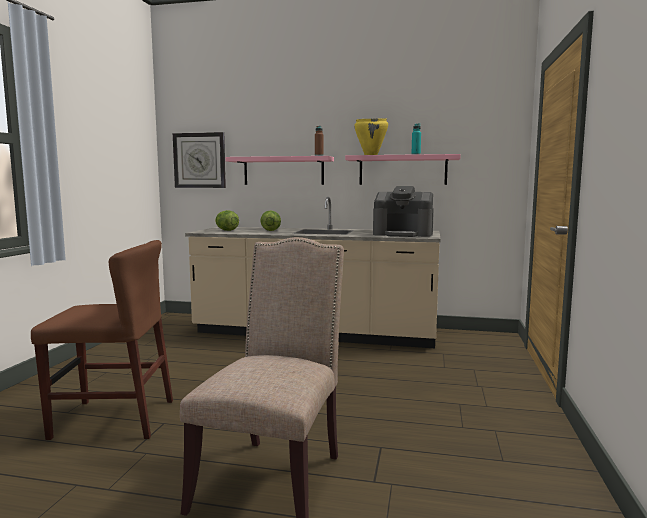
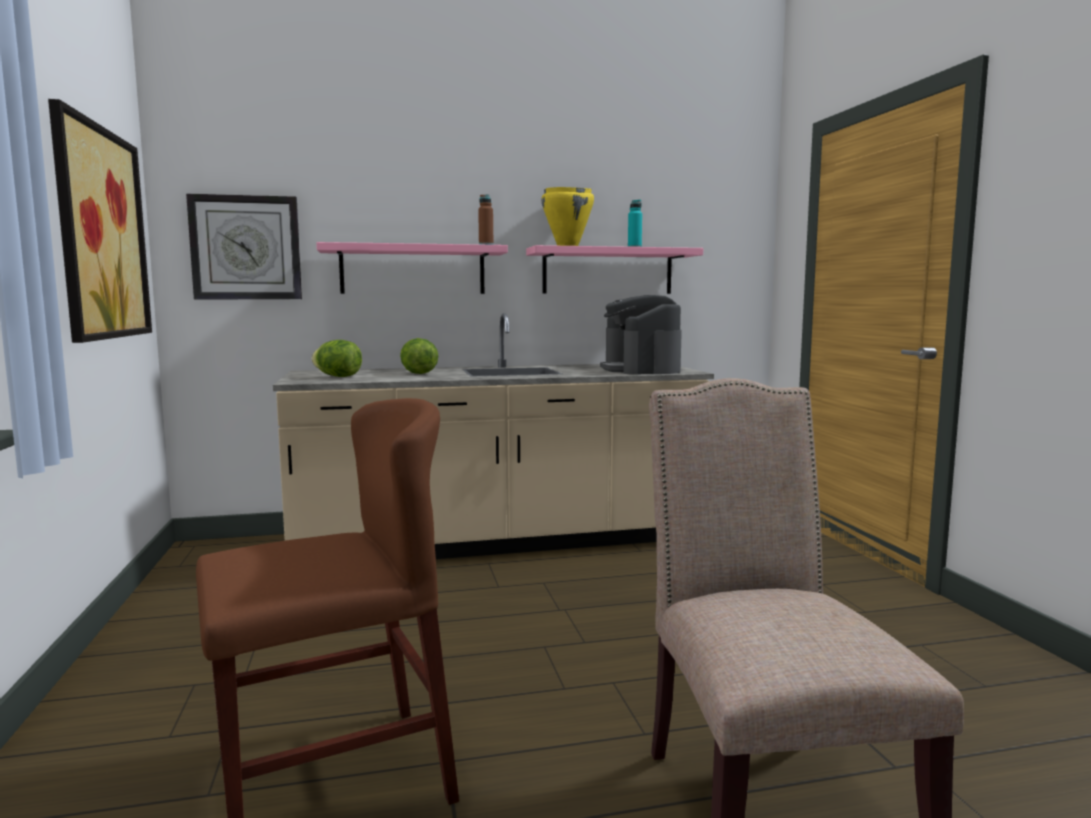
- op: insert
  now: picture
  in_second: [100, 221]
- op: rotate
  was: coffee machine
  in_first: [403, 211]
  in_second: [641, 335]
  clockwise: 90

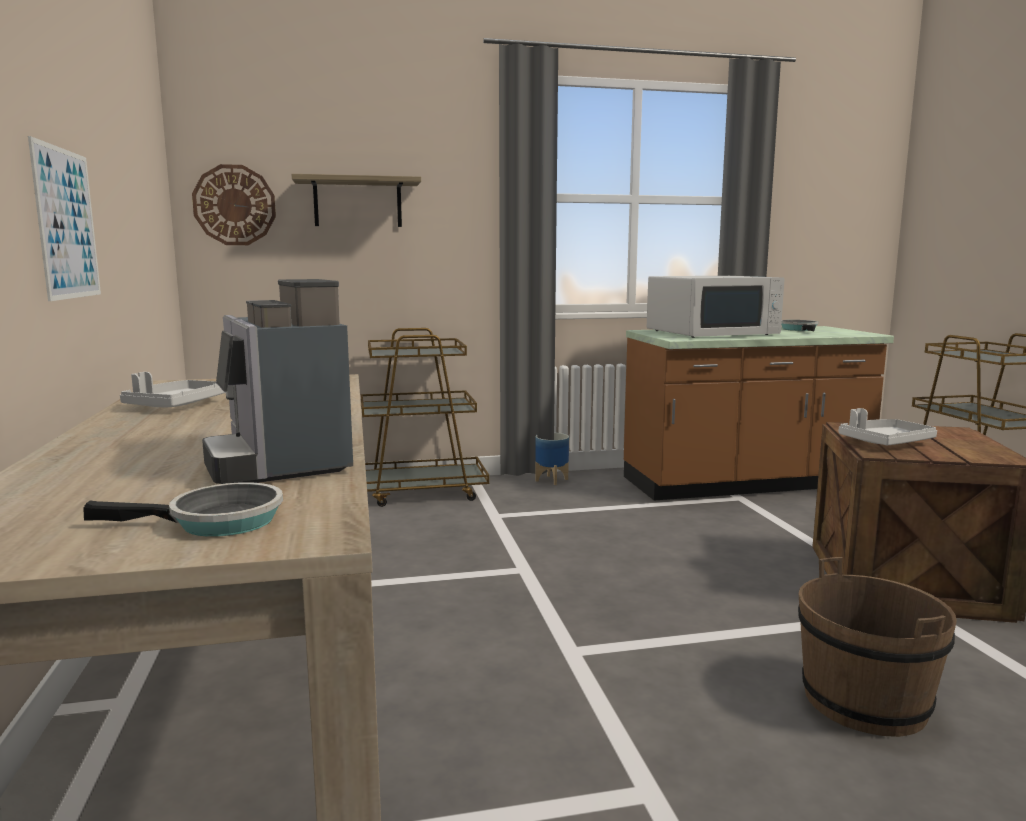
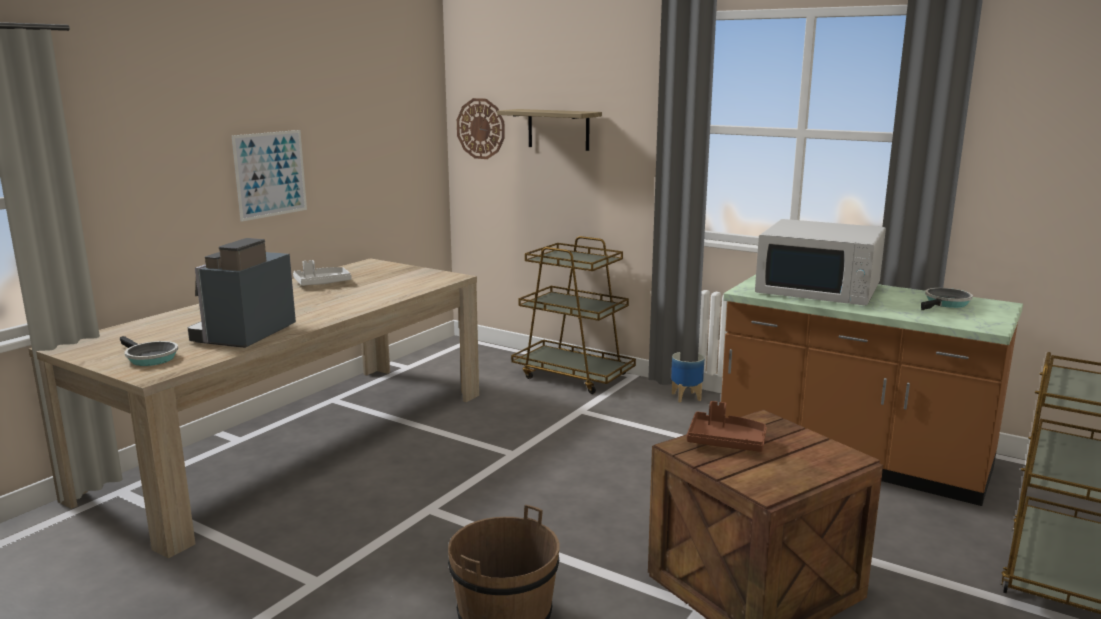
- op: recolor
  was: grey tray
  now: brown tray
  in_first: [888, 427]
  in_second: [726, 426]

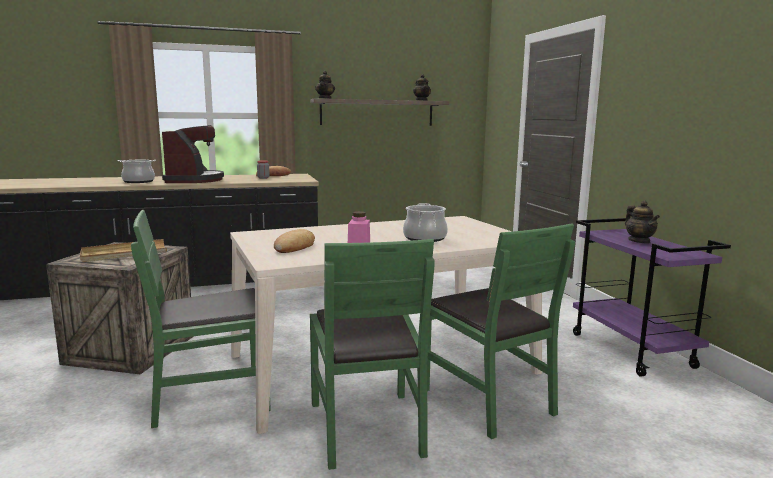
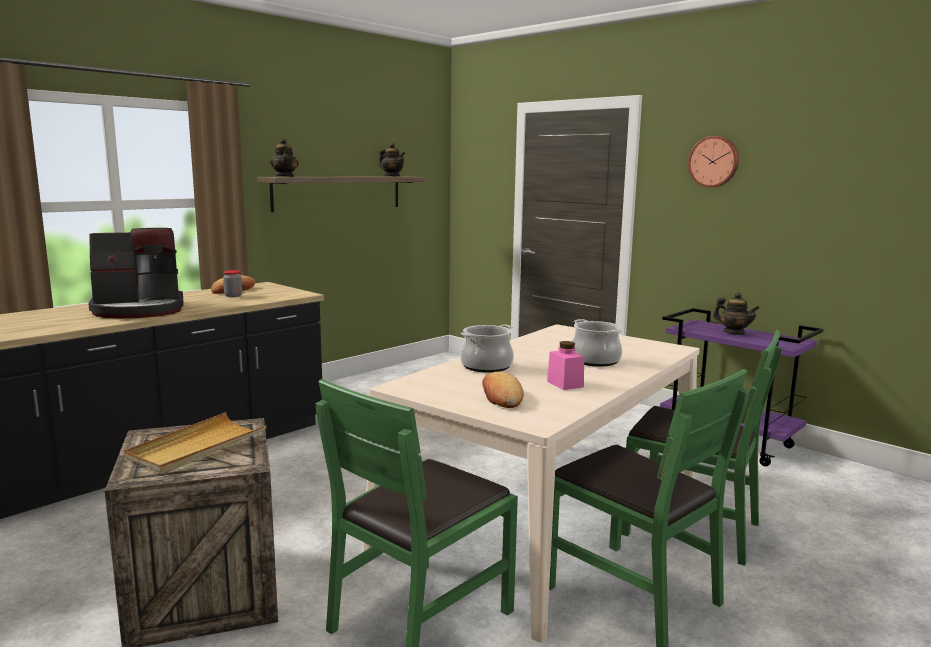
- op: insert
  now: wall clock
  in_second: [713, 161]
- op: move
  was: cooking pot
  in_first: [137, 171]
  in_second: [487, 348]
- op: rotate
  was: coffee machine
  in_first: [193, 154]
  in_second: [136, 273]
  clockwise: 105

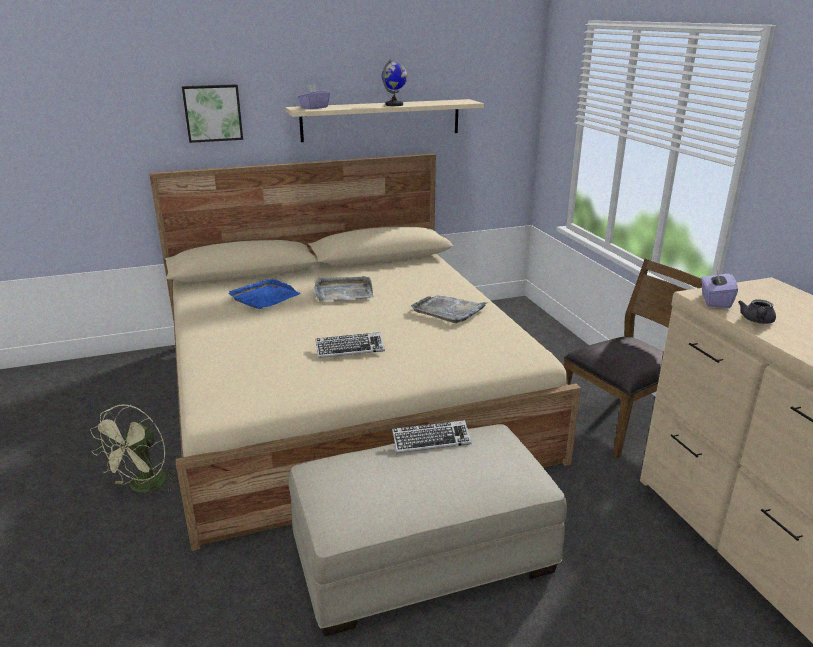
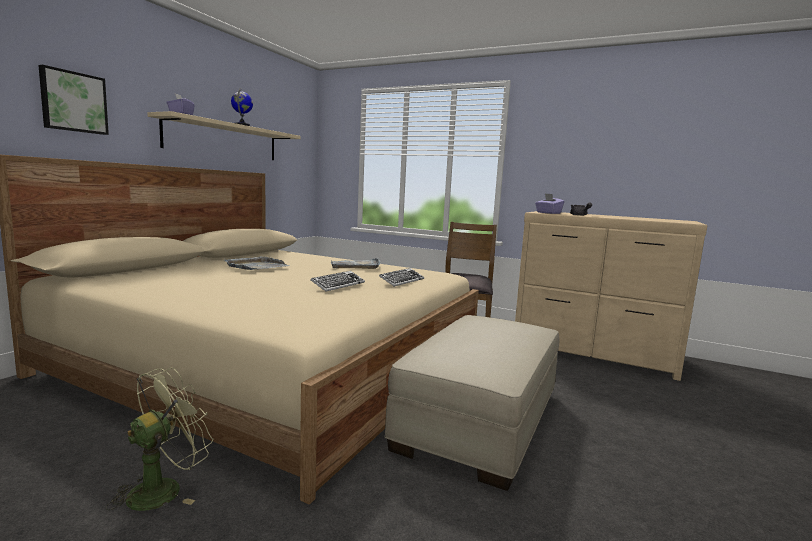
- op: delete
  was: blue tray
  in_first: [265, 294]
- op: move
  was: keyboard
  in_first: [432, 436]
  in_second: [401, 277]
- op: rotate
  was: green fan
  in_first: [134, 448]
  in_second: [159, 439]
  clockwise: -120

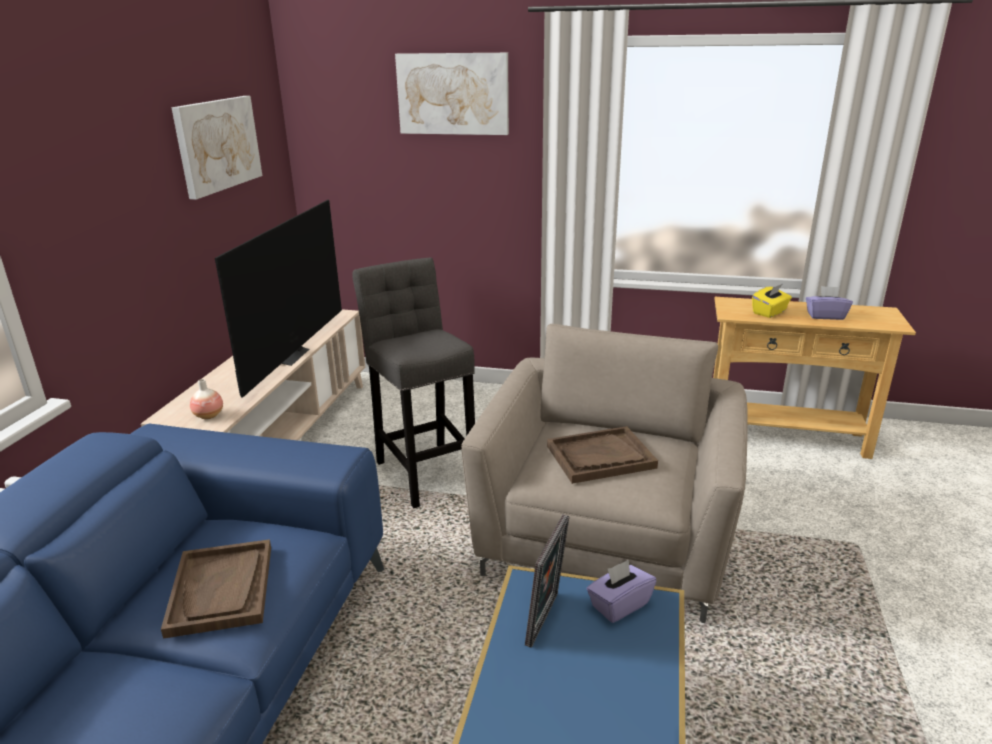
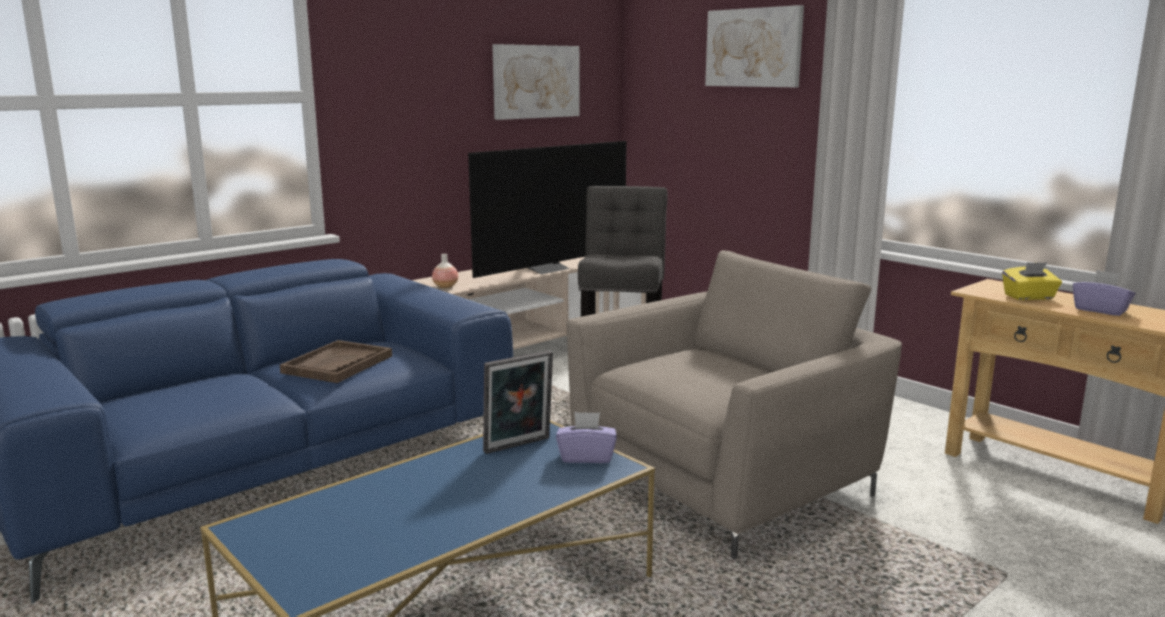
- op: delete
  was: brown tray
  in_first: [602, 455]

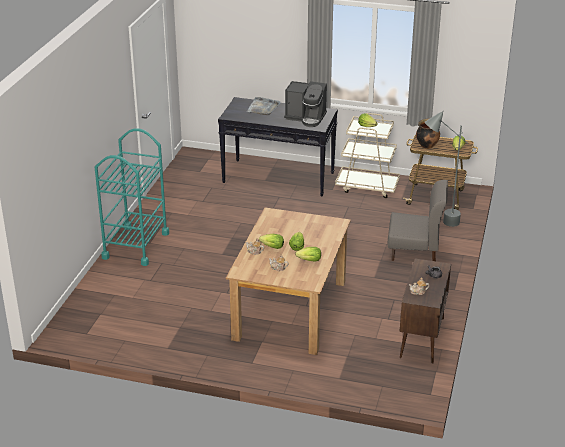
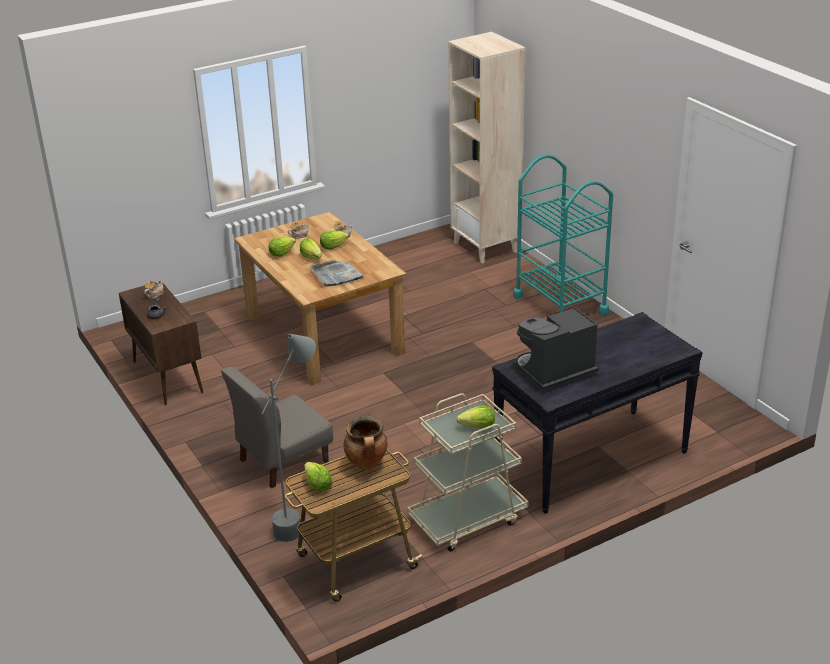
- op: insert
  now: beige bookcase
  in_second: [486, 147]
- op: move
  was: grey tray
  in_first: [264, 106]
  in_second: [337, 273]

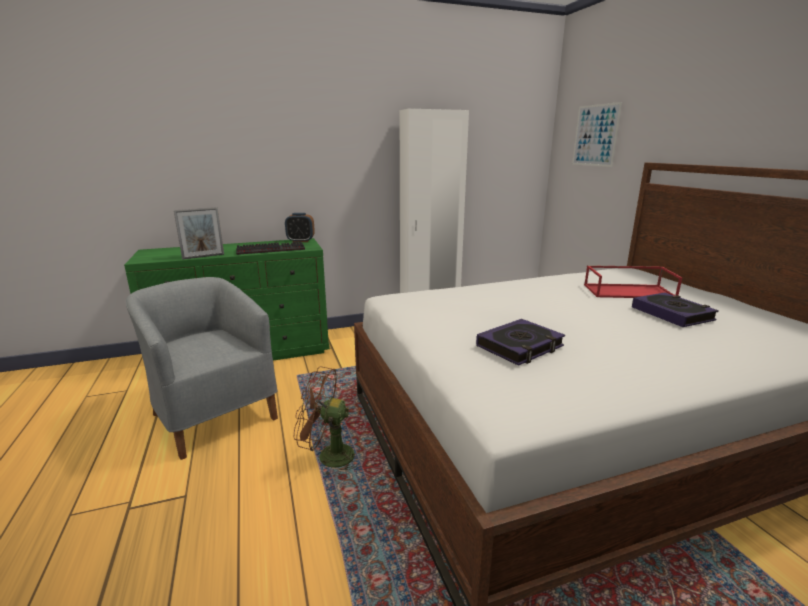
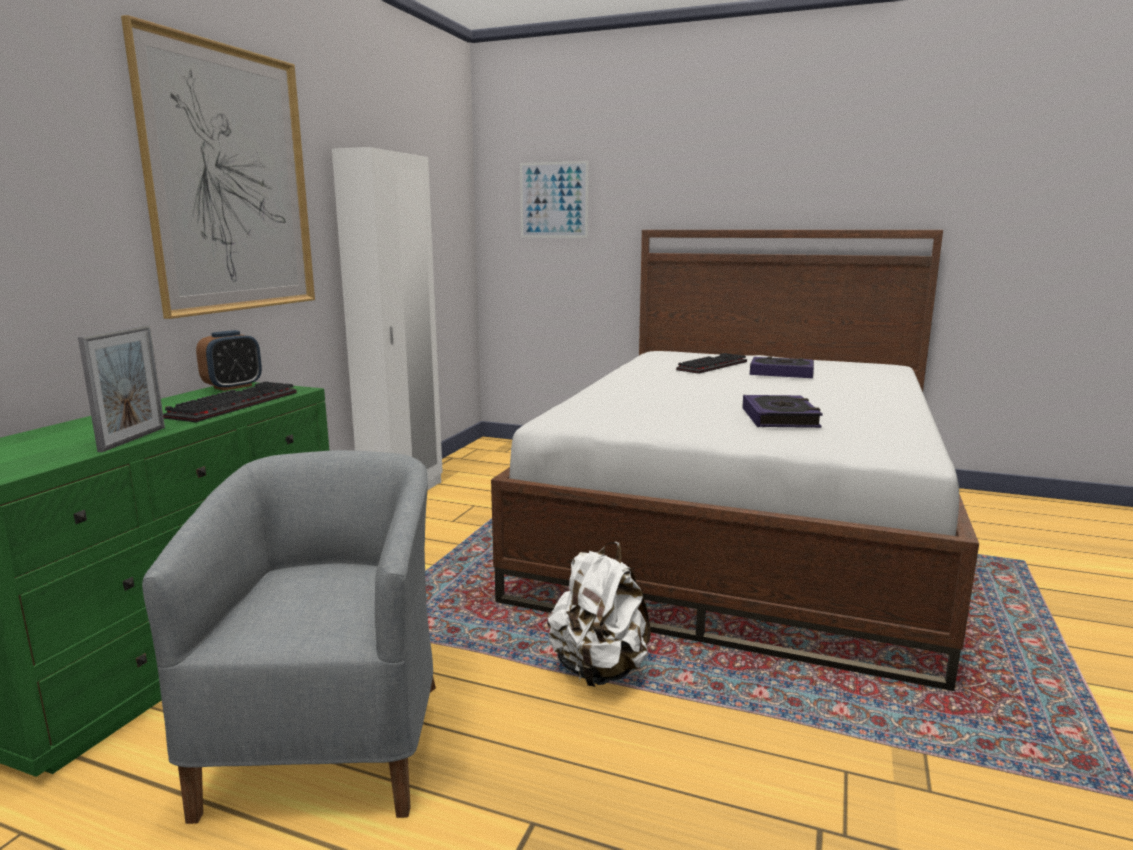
- op: insert
  now: picture
  in_second: [218, 167]
- op: replace
  was: brown fan
  now: white backpack
  in_first: [325, 421]
  in_second: [599, 614]
- op: replace
  was: red tray
  now: keyboard
  in_first: [633, 281]
  in_second: [711, 363]
- op: rotate
  was: grey armchair
  in_first: [202, 368]
  in_second: [289, 637]
  clockwise: 90

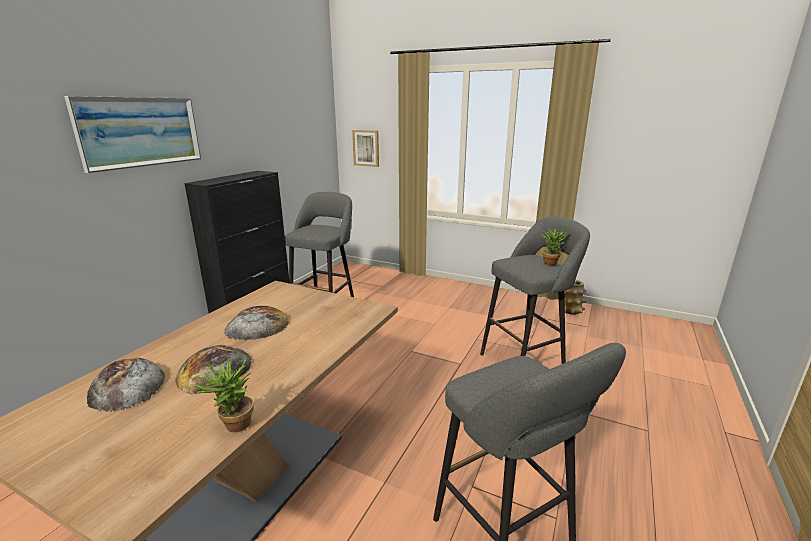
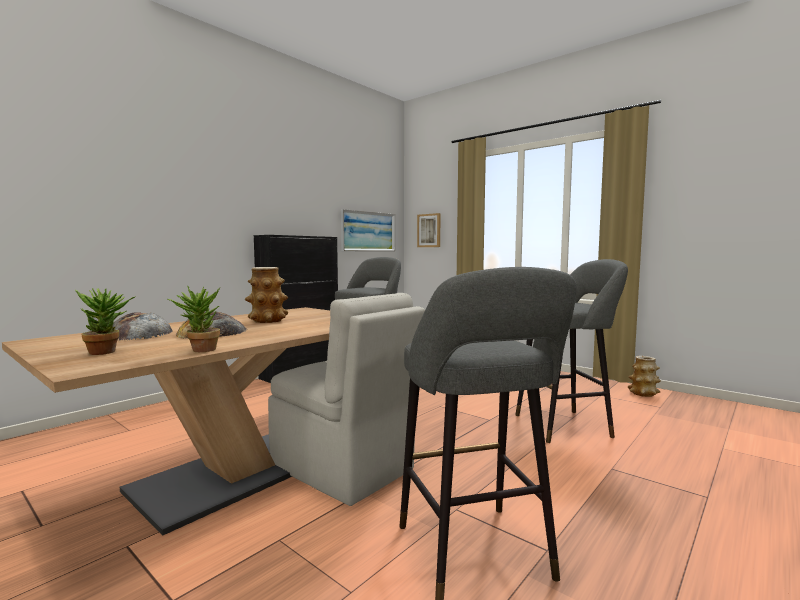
- op: insert
  now: beige chair
  in_second: [346, 399]
- op: move
  was: picture
  in_first: [132, 134]
  in_second: [368, 230]
- op: move
  was: potted plant
  in_first: [555, 246]
  in_second: [105, 321]
- op: replace
  was: bread
  now: vase
  in_first: [256, 323]
  in_second: [266, 295]

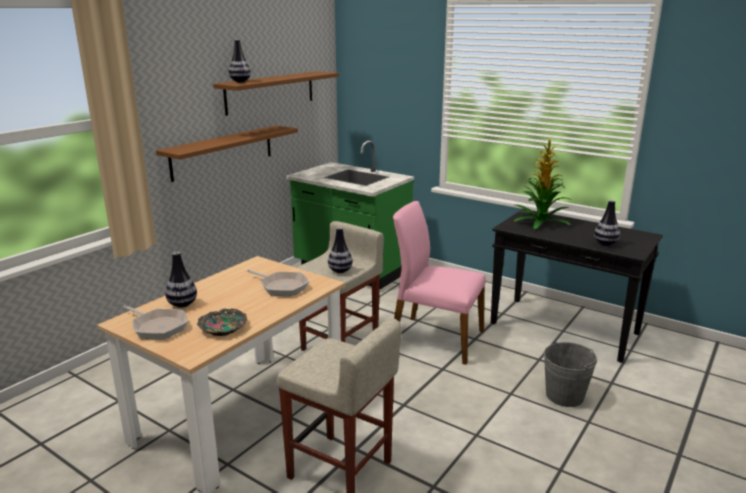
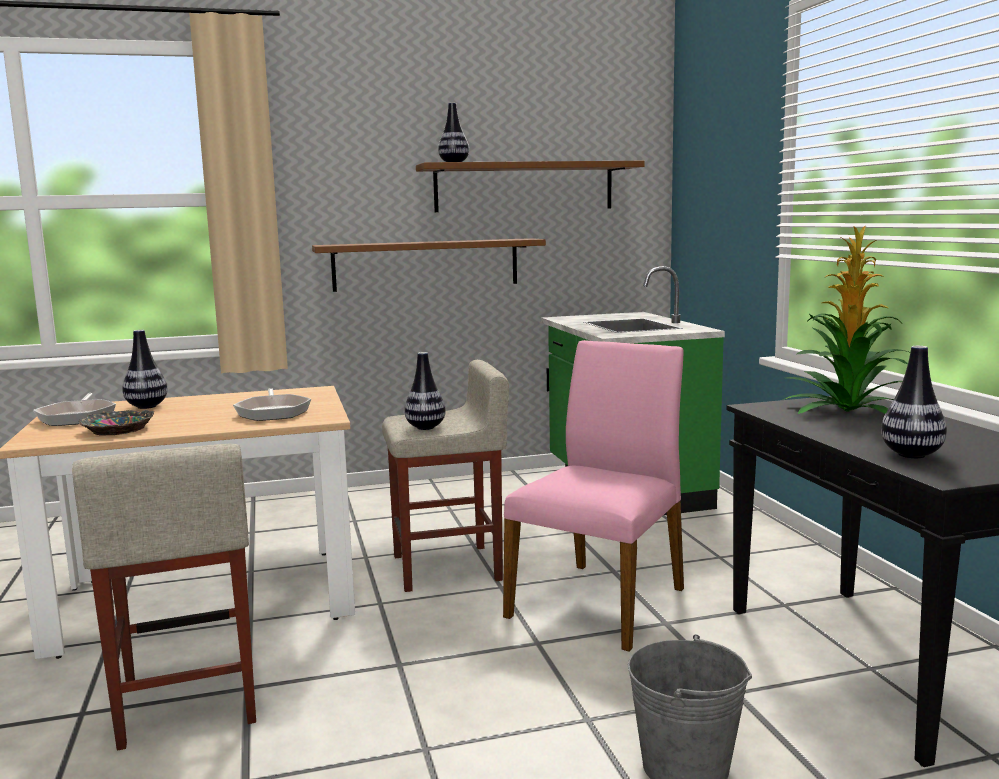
- op: rotate
  was: pink chair
  in_first: [439, 283]
  in_second: [593, 495]
  clockwise: 60

